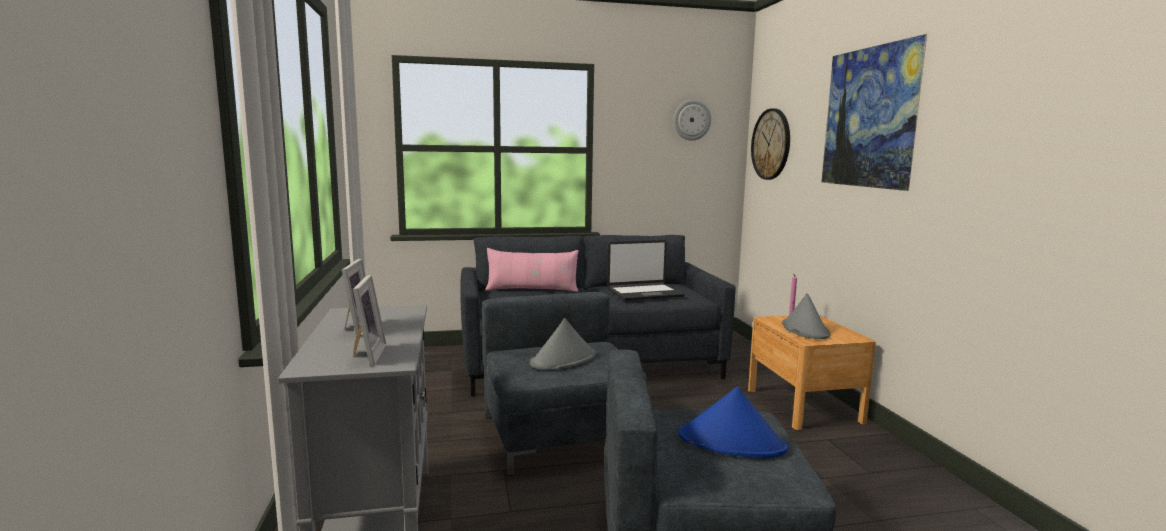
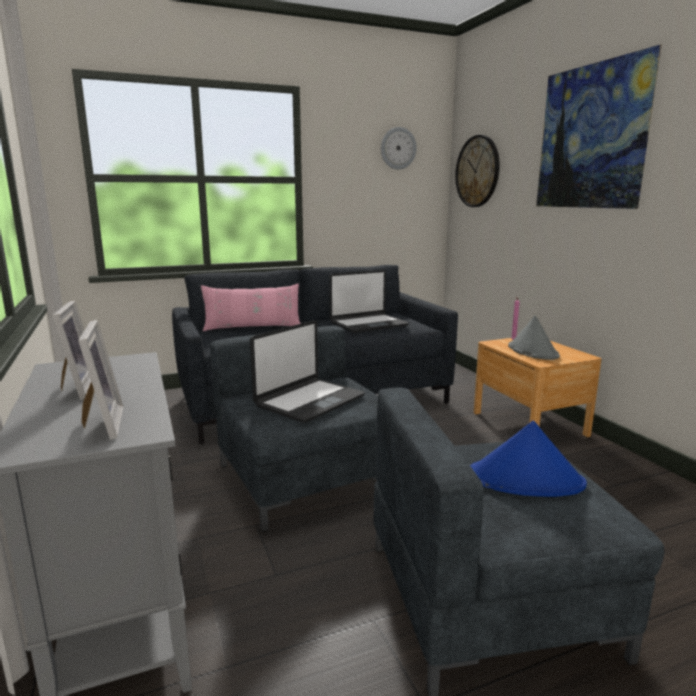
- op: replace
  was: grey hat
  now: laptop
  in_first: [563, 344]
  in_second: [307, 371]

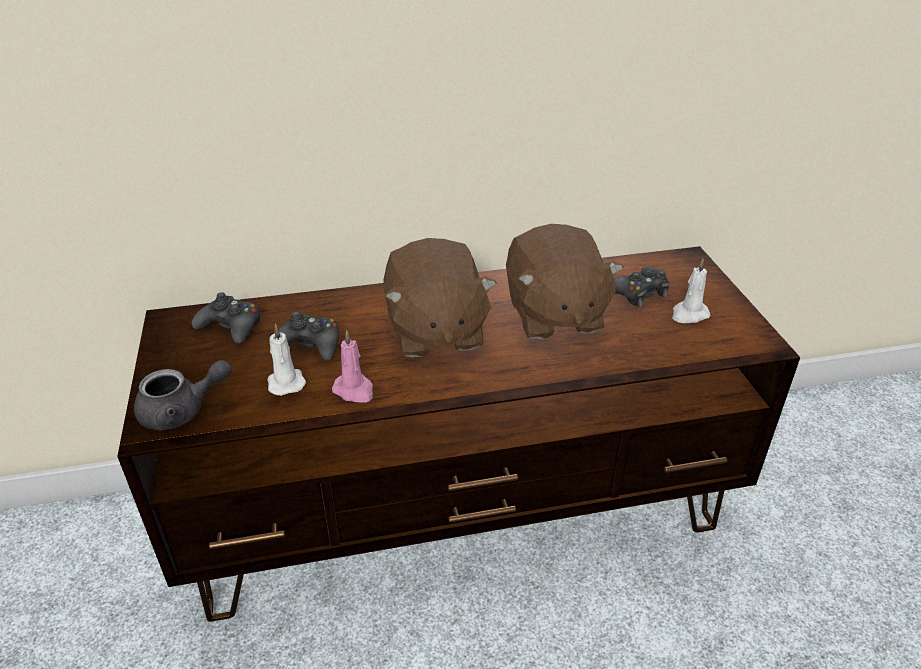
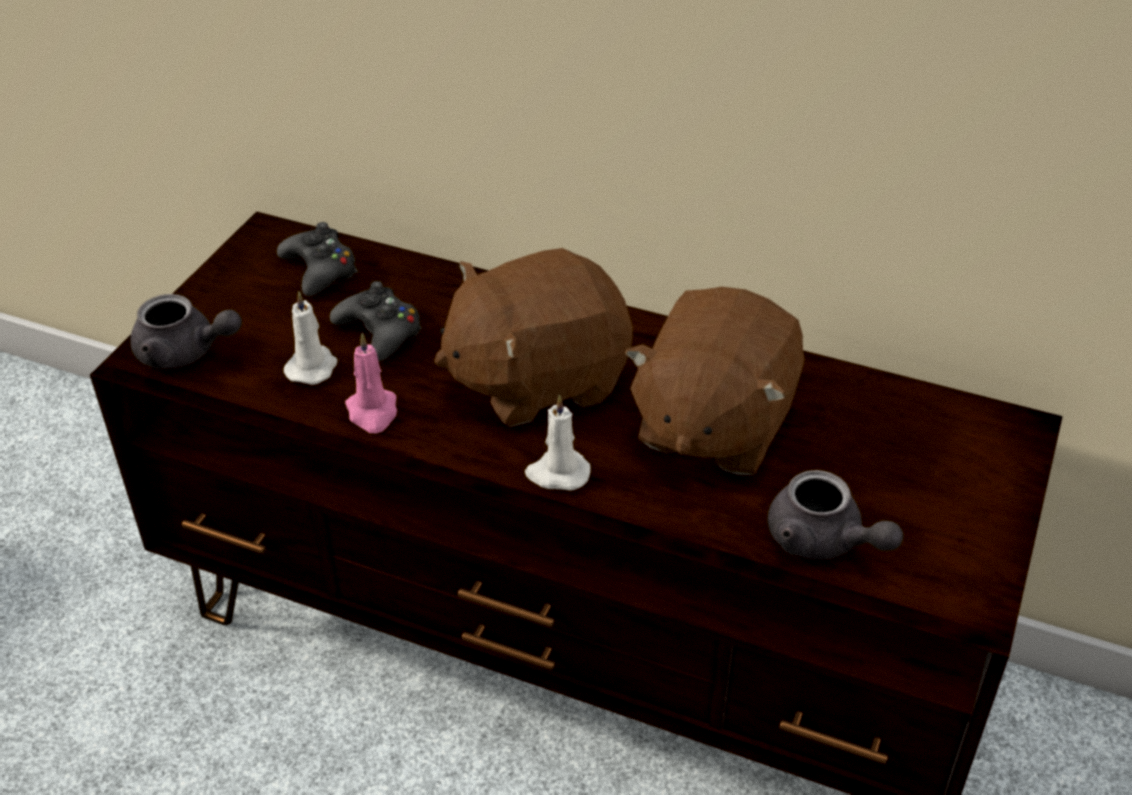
- op: delete
  was: black game controller
  in_first: [641, 286]
- op: insert
  now: grey teapot
  in_second: [836, 515]
- op: move
  was: white candle
  in_first: [691, 291]
  in_second: [558, 442]
- op: rotate
  was: brown plush toy
  in_first: [440, 298]
  in_second: [533, 337]
  clockwise: 45

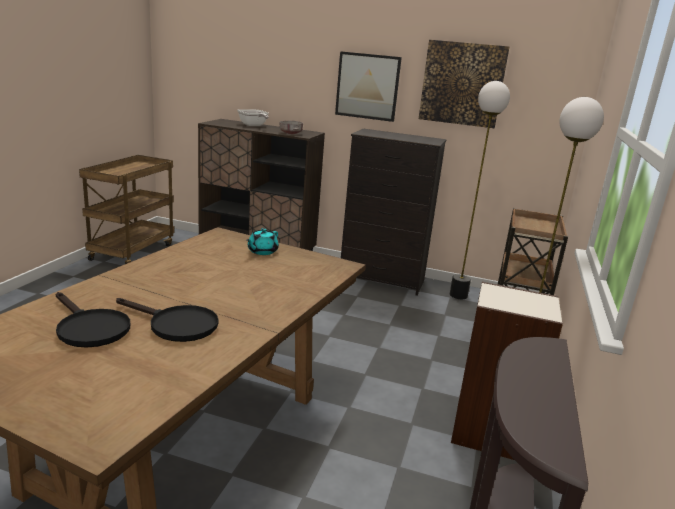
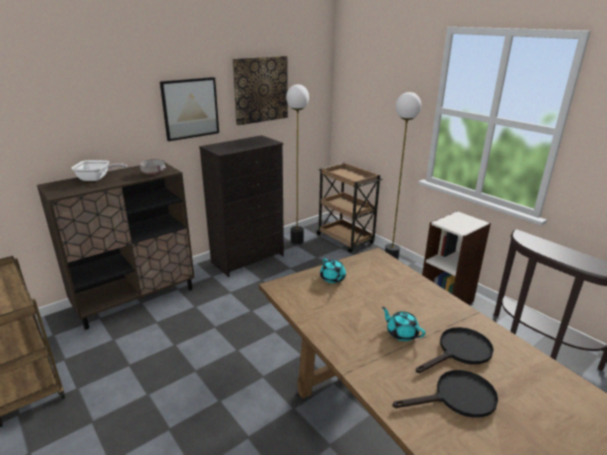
- op: insert
  now: turquoise teapot
  in_second: [404, 324]

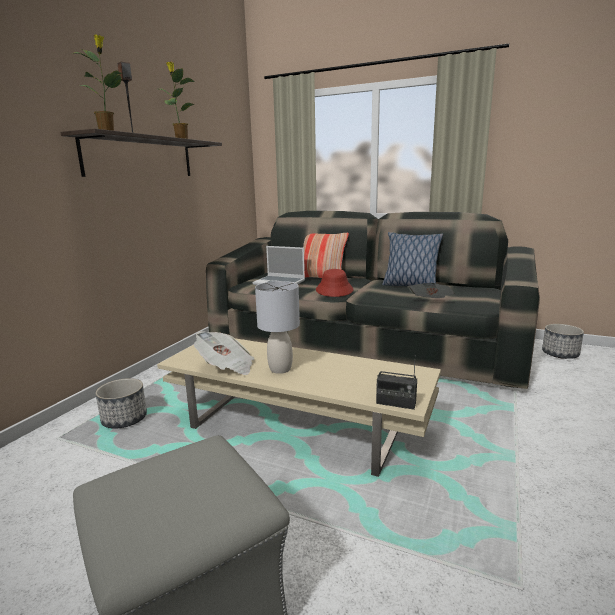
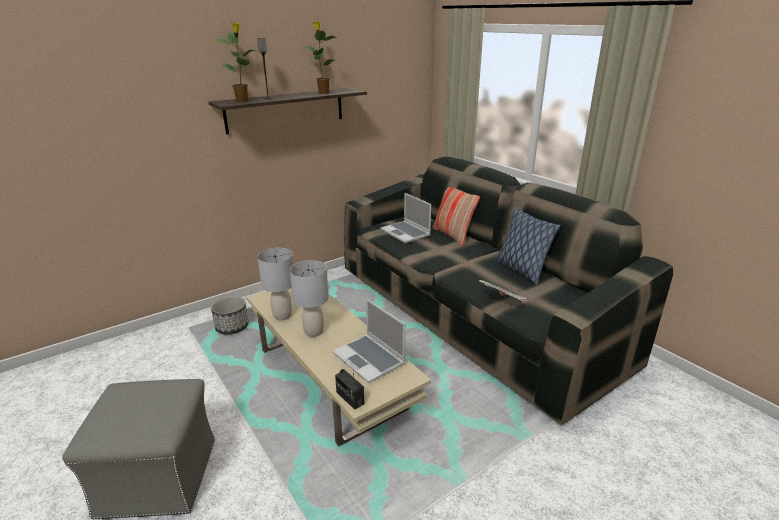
- op: delete
  was: red hat
  in_first: [334, 283]
- op: delete
  was: planter
  in_first: [563, 341]
- op: insert
  now: laptop
  in_second: [369, 341]
- op: replace
  was: newspaper
  now: grey table lamp
  in_first: [224, 353]
  in_second: [275, 284]

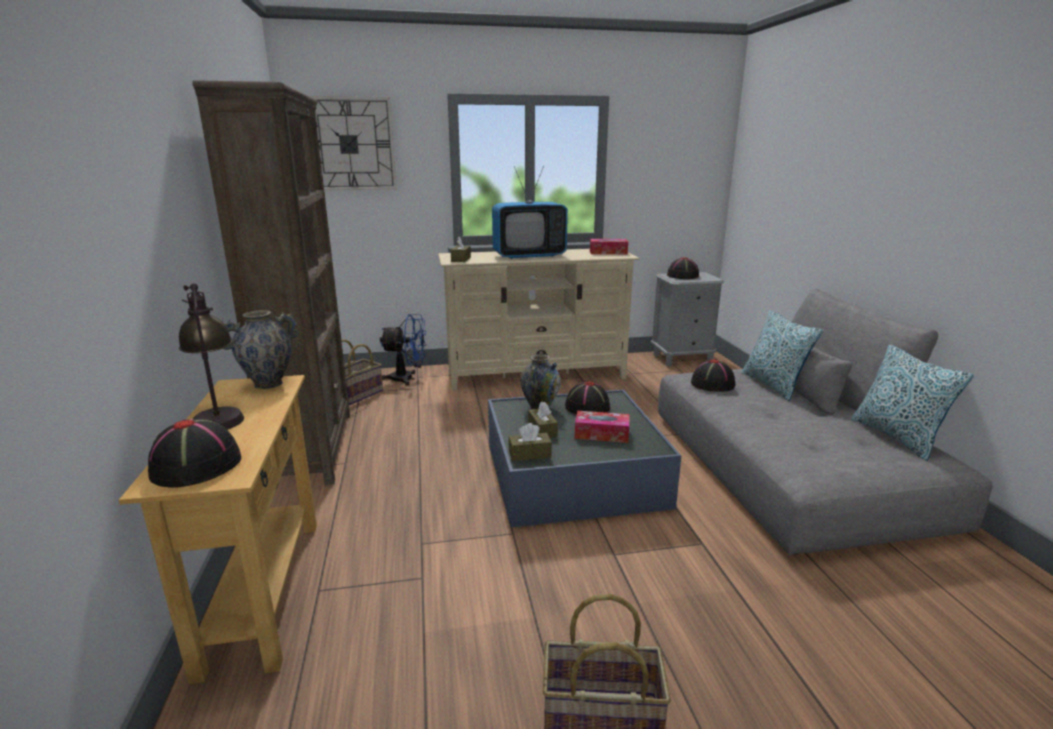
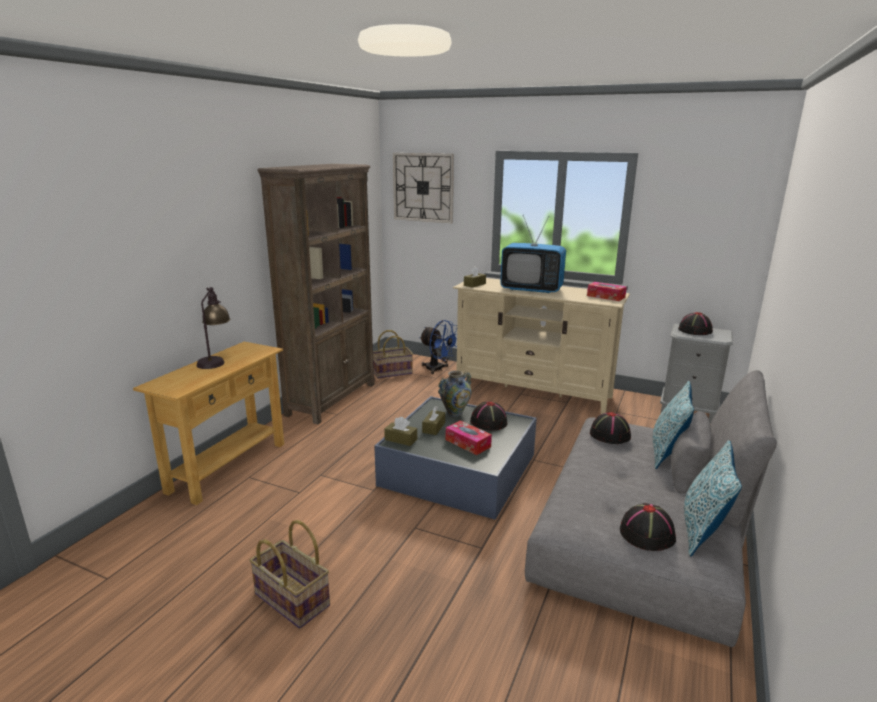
- op: delete
  was: vase
  in_first: [261, 349]
- op: move
  was: black hat
  in_first: [194, 453]
  in_second: [648, 527]

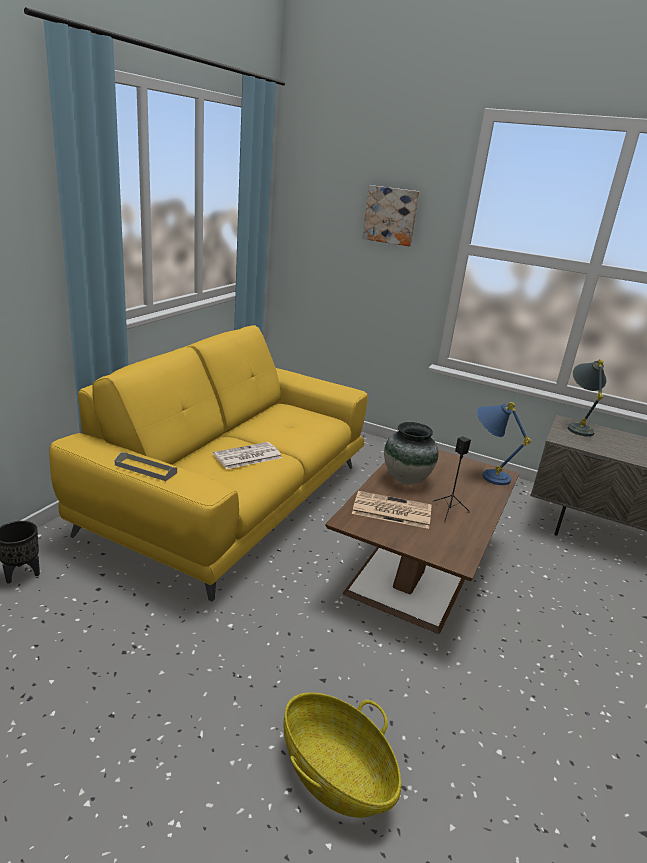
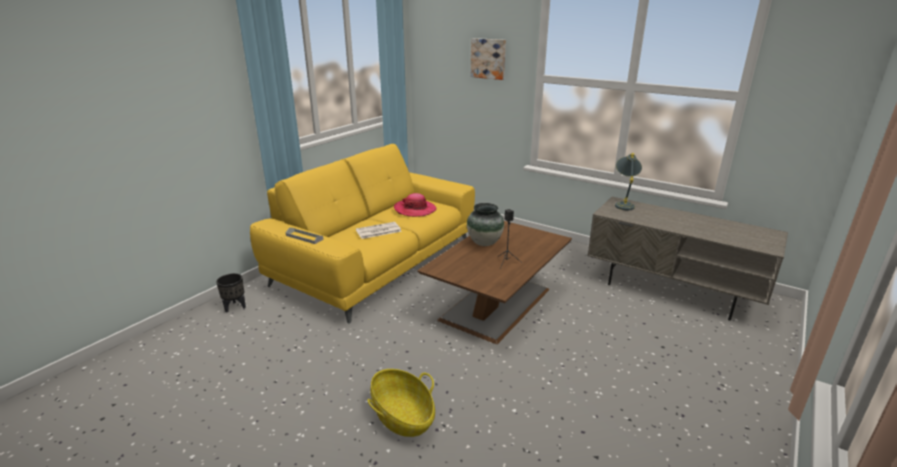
- op: delete
  was: newspaper
  in_first: [392, 510]
- op: delete
  was: blue table lamp
  in_first: [504, 443]
- op: insert
  now: hat
  in_second: [415, 205]

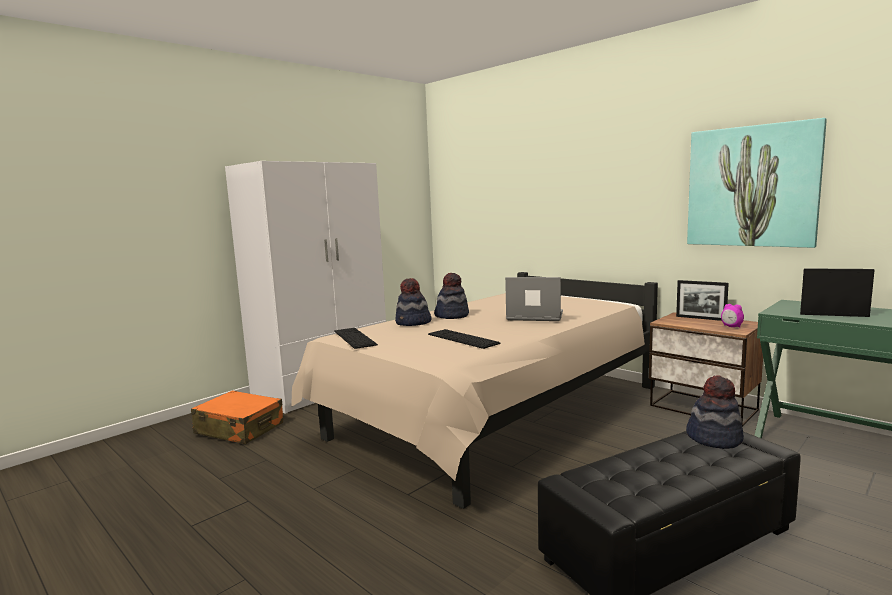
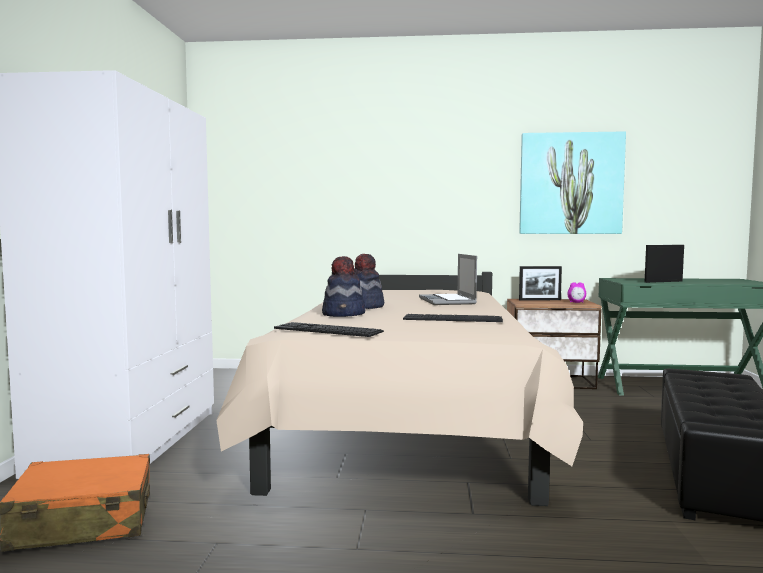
- op: delete
  was: hat
  in_first: [715, 412]
- op: rotate
  was: laptop
  in_first: [534, 299]
  in_second: [448, 279]
  clockwise: -75

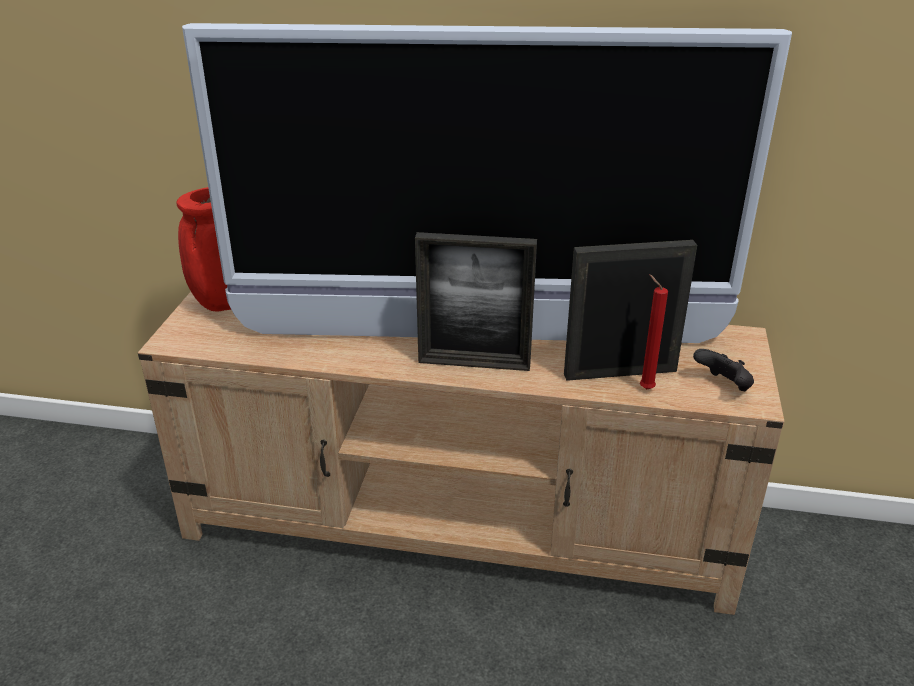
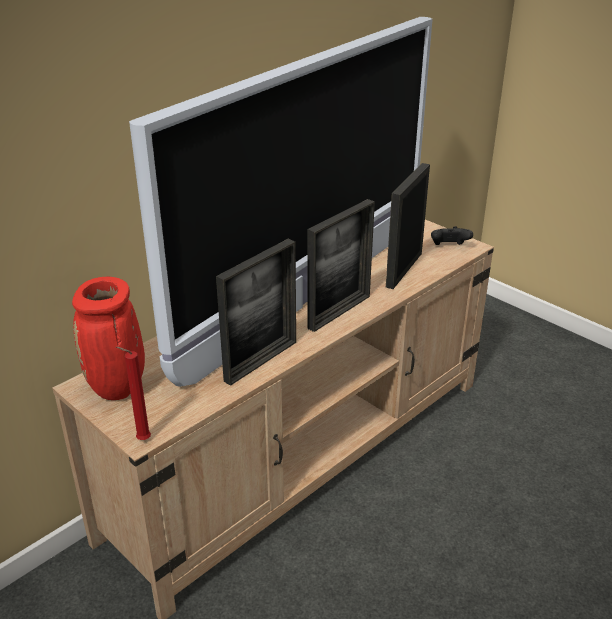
- op: insert
  now: picture frame
  in_second: [256, 312]
- op: move
  was: red candle
  in_first: [654, 331]
  in_second: [133, 393]

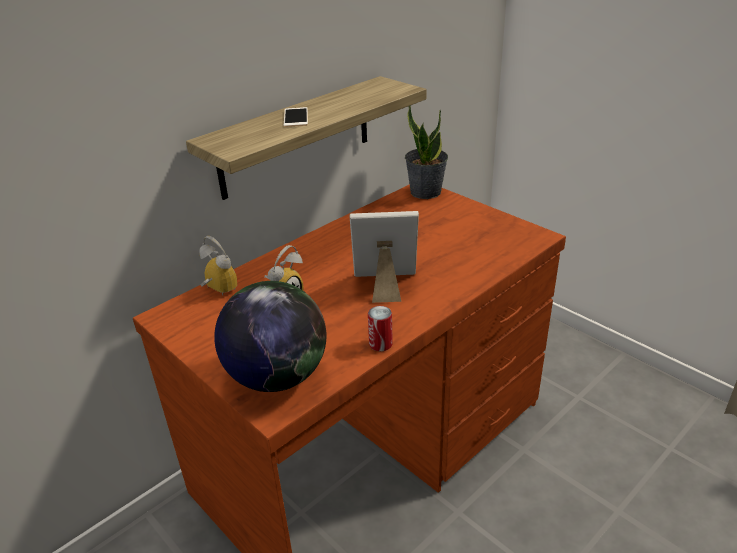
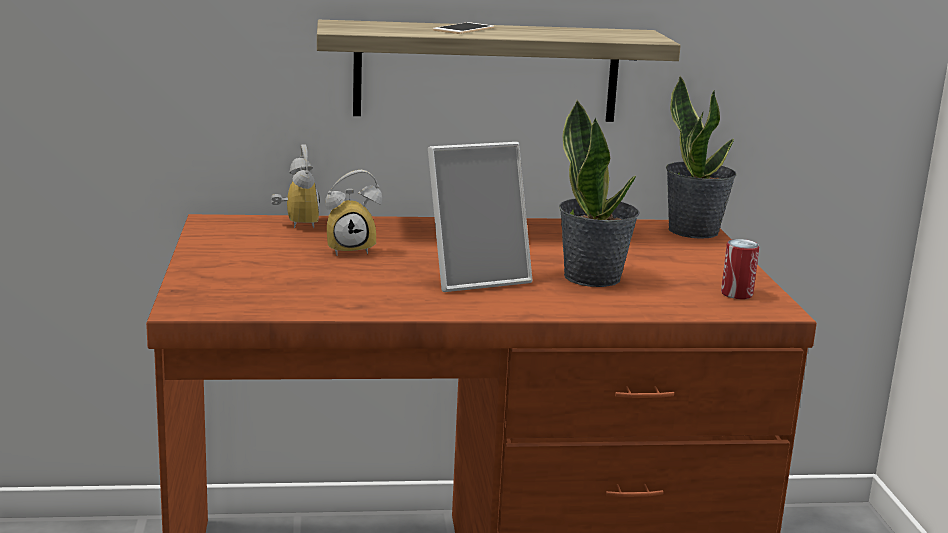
- op: delete
  was: globe
  in_first: [270, 336]
- op: insert
  now: potted plant
  in_second: [599, 193]
- op: move
  was: can
  in_first: [380, 328]
  in_second: [740, 269]
- op: rotate
  was: picture frame
  in_first: [384, 257]
  in_second: [480, 217]
  clockwise: 120

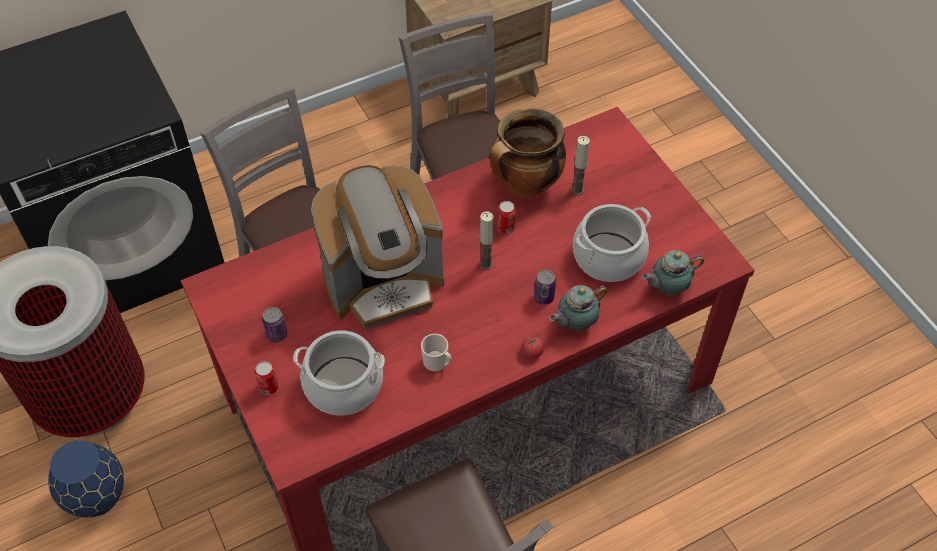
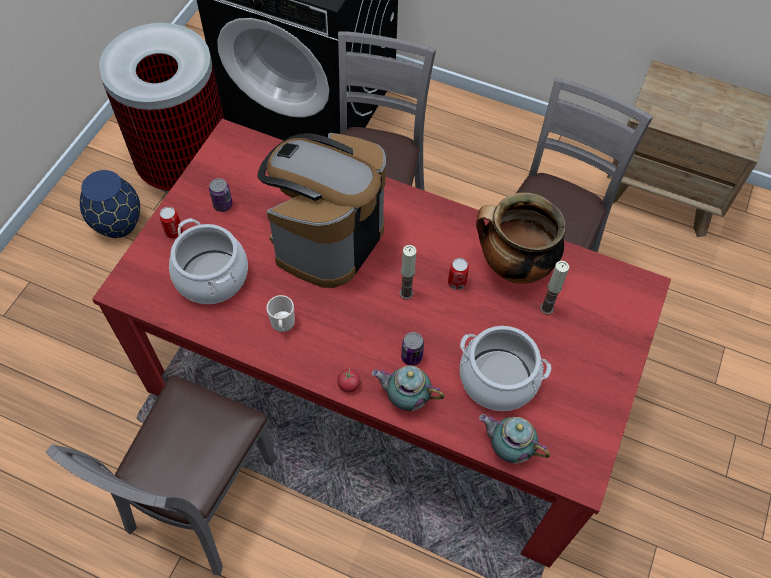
- op: rotate
  was: coffee machine
  in_first: [377, 247]
  in_second: [322, 210]
  clockwise: 90

